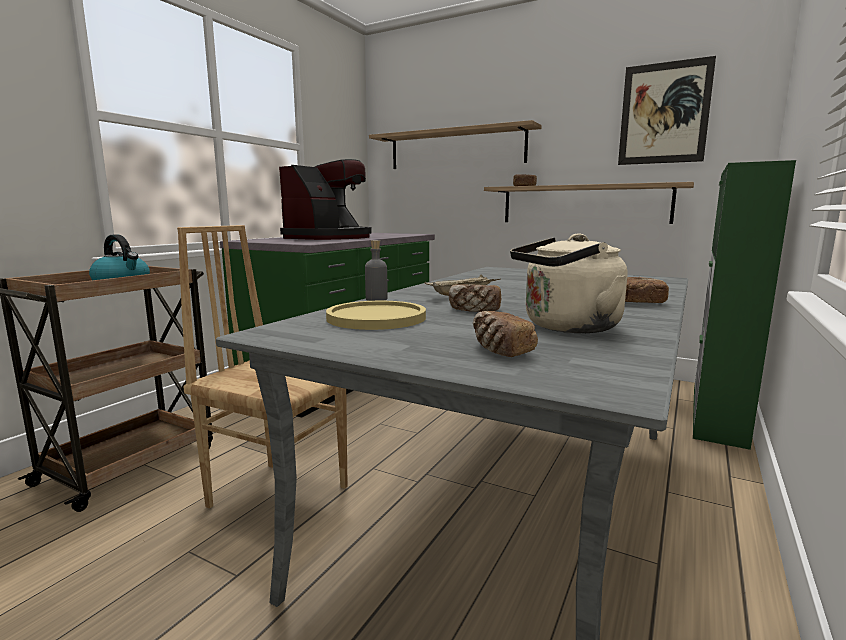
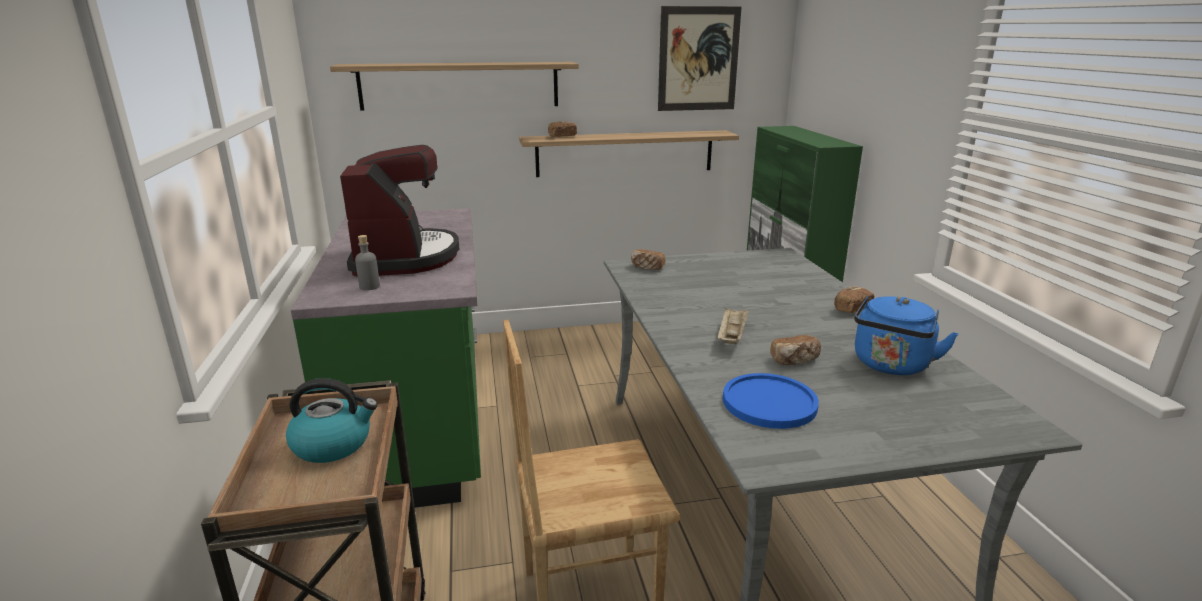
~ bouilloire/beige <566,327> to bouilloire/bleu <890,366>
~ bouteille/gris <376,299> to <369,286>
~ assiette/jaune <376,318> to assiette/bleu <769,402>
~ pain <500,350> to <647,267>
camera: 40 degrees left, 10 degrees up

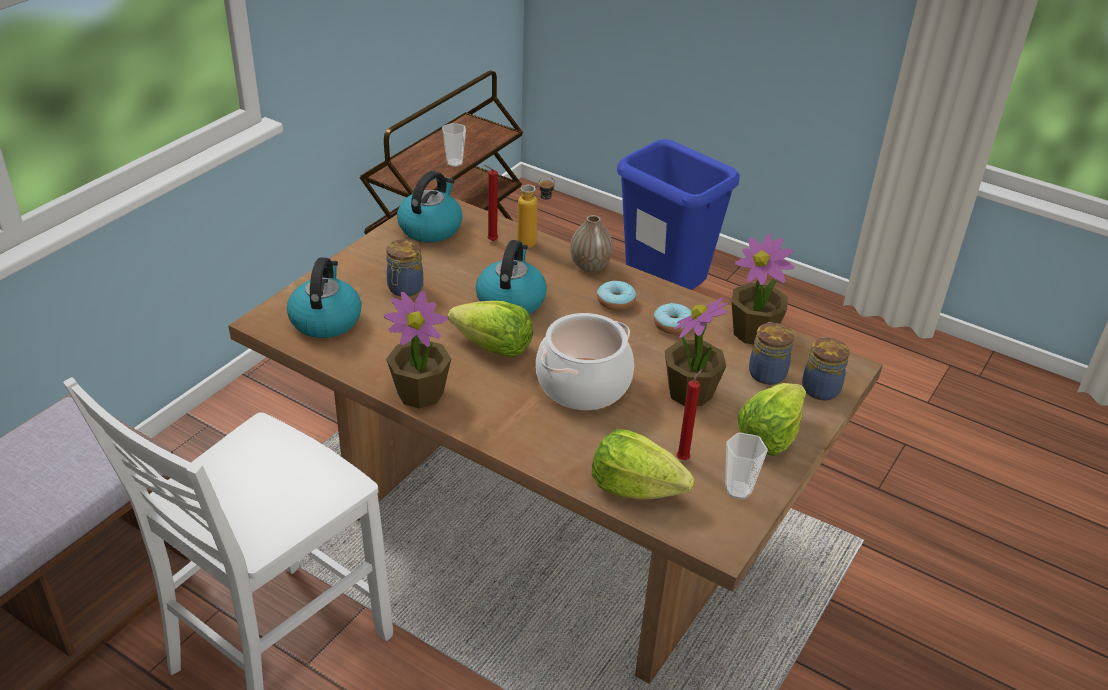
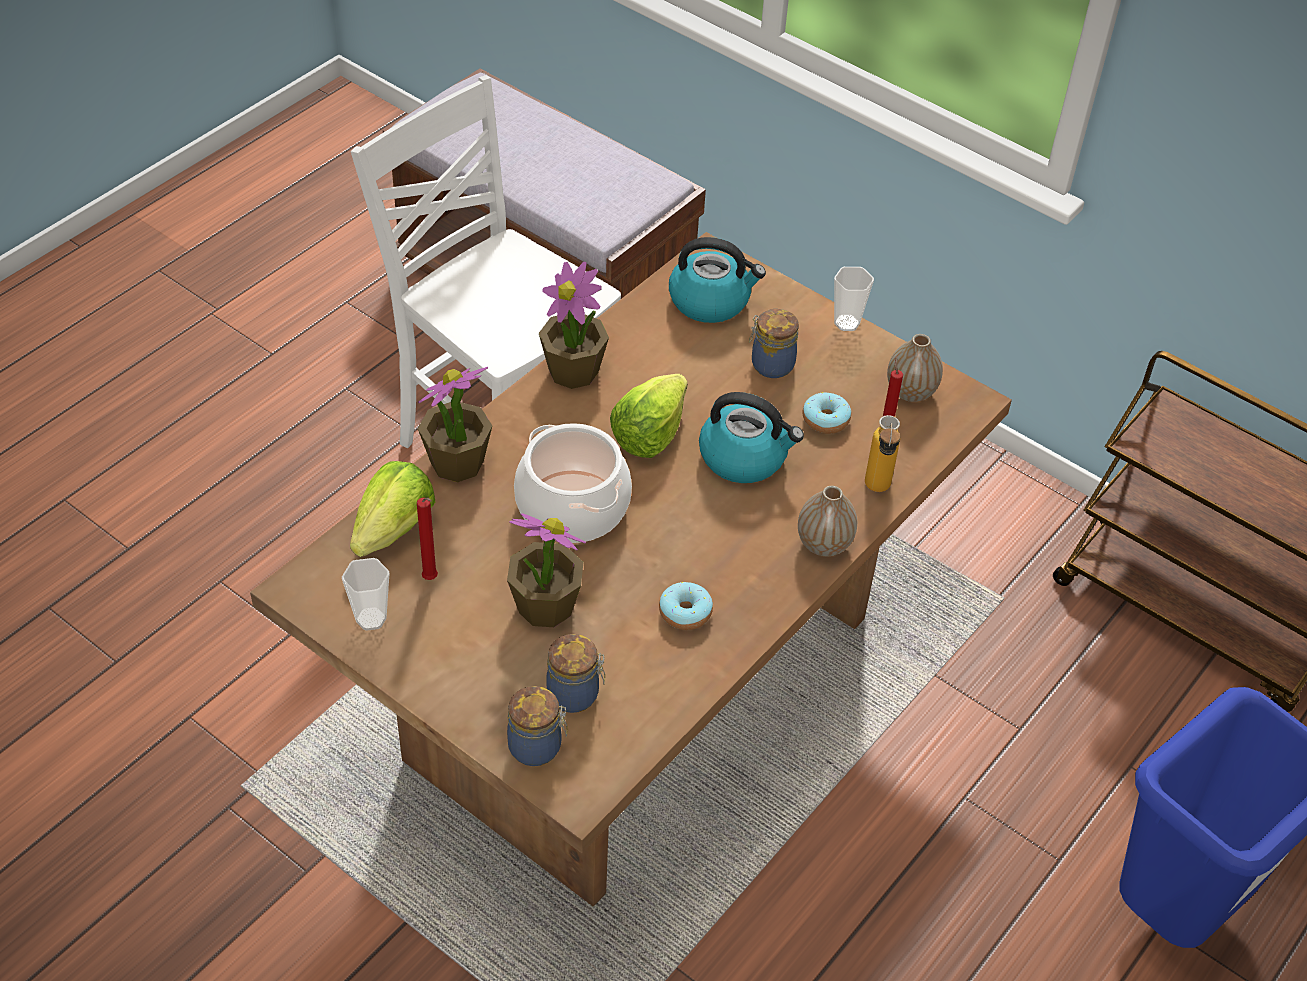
~ tasse <454,163> to <846,323>
~ bouilloire <430,228> to vase <910,392>
~ plante en pot <754,332> to <457,463>
~ beignet <615,302> to <825,420>
- laitue <769,436>
camera: 95 degrees right, 10 degrees up

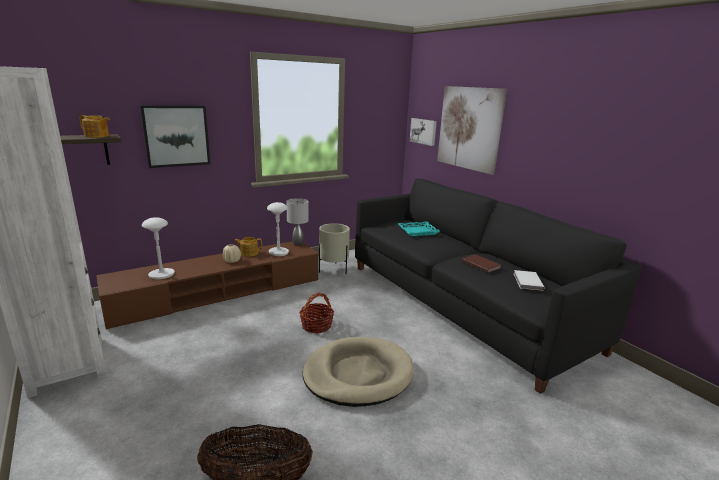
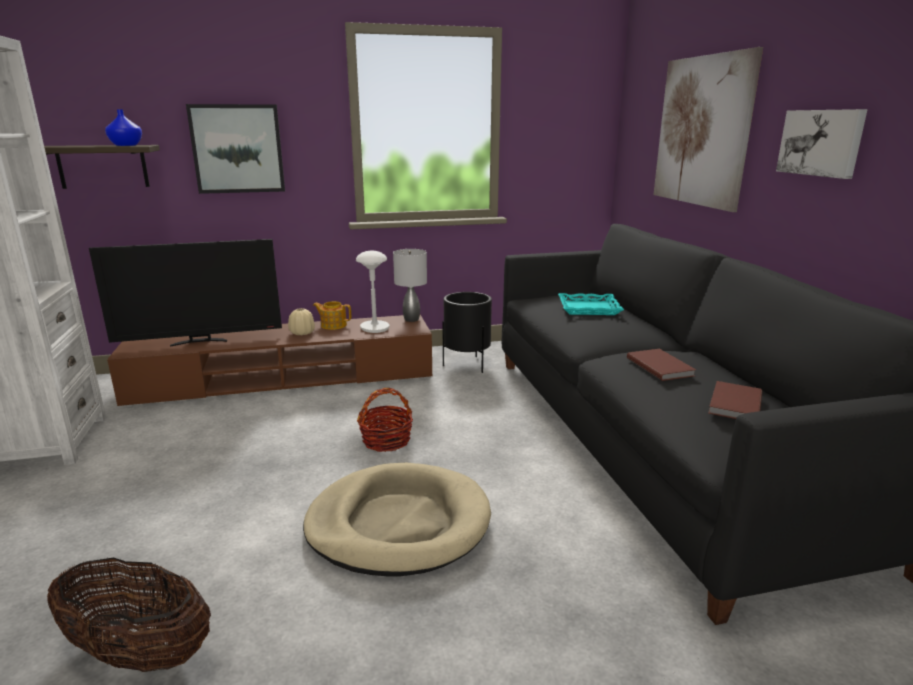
~ théière <97,136> to vase/bleu <125,145>
~ tableau <423,131> to <821,142>
~ lampe de table/blanc <161,274> to téléviseur <200,341>
~ cache-pot/beige <333,270> to cache-pot/noir <467,365>
~ livre/blanc <527,281> to livre/marron <733,404>
camera: 20 degrees right, 0 degrees up

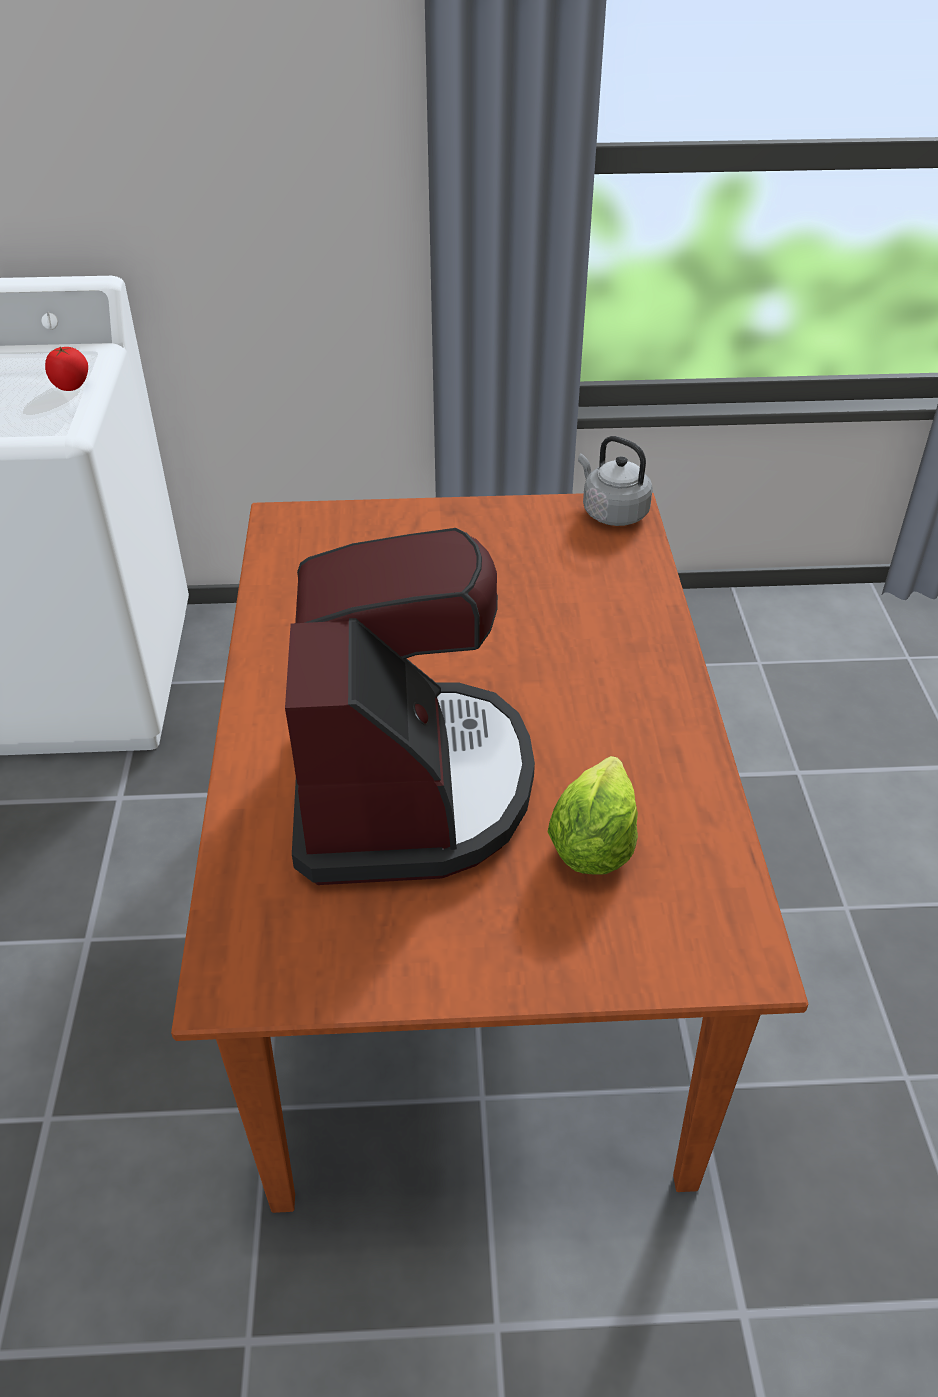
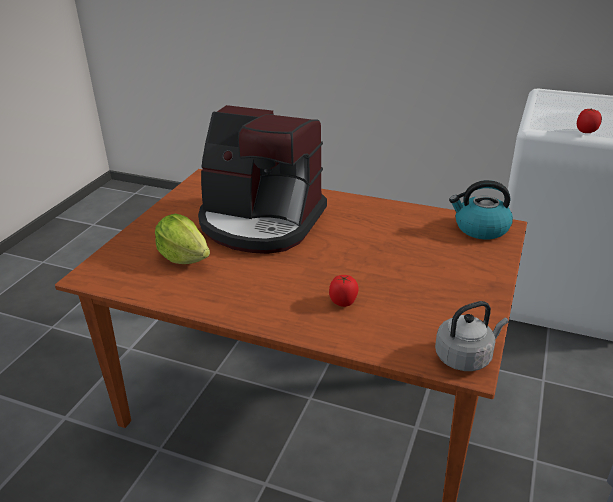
+ bouilloire <480,228>
+ tomate <343,302>
camera: 115 degrees right, 10 degrees down

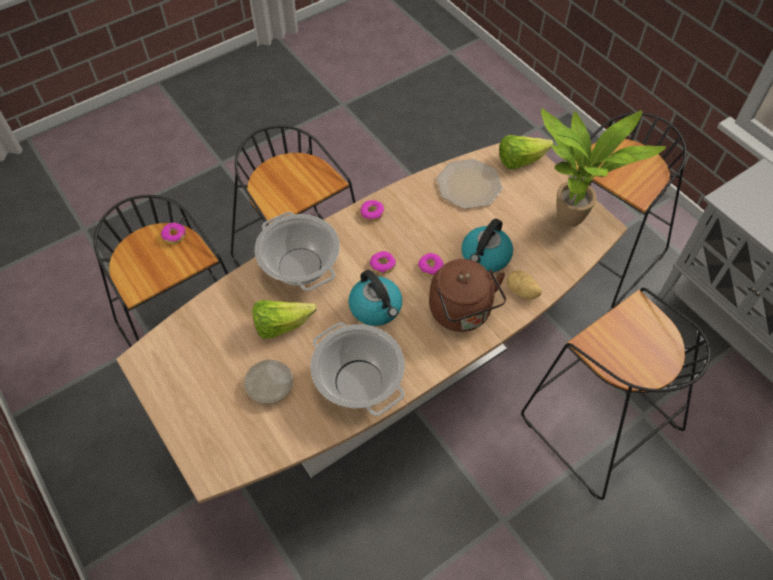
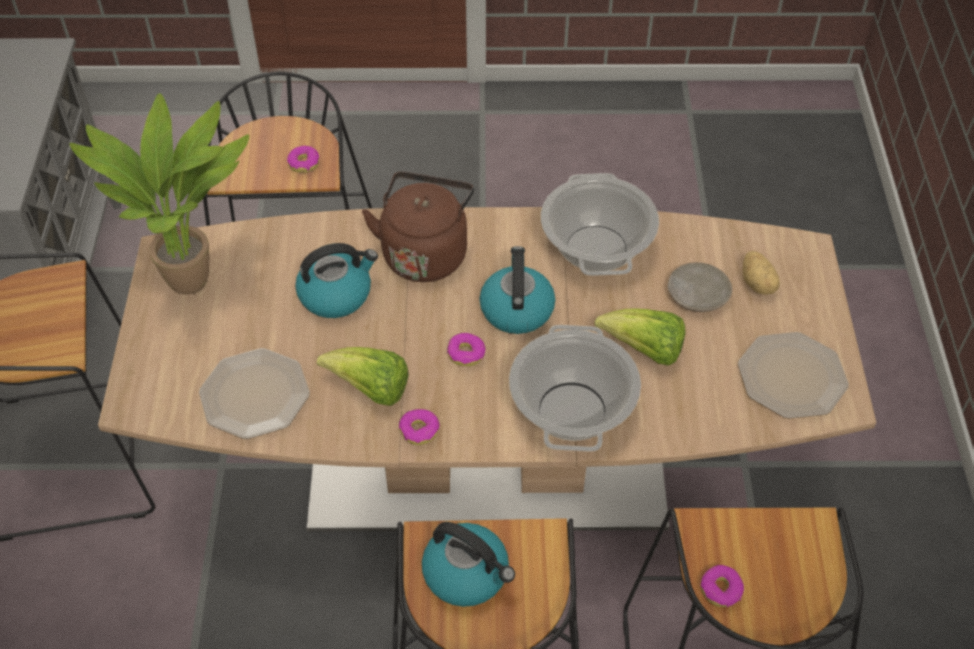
~ laitue <520,161> to <370,389>
~ beignet <430,267> to <304,163>
~ pomme de terre <522,292> to <758,283>
+ assiette <791,377>
+ bouilloire <467,574>
camera: 145 degrees left, 5 degrees down

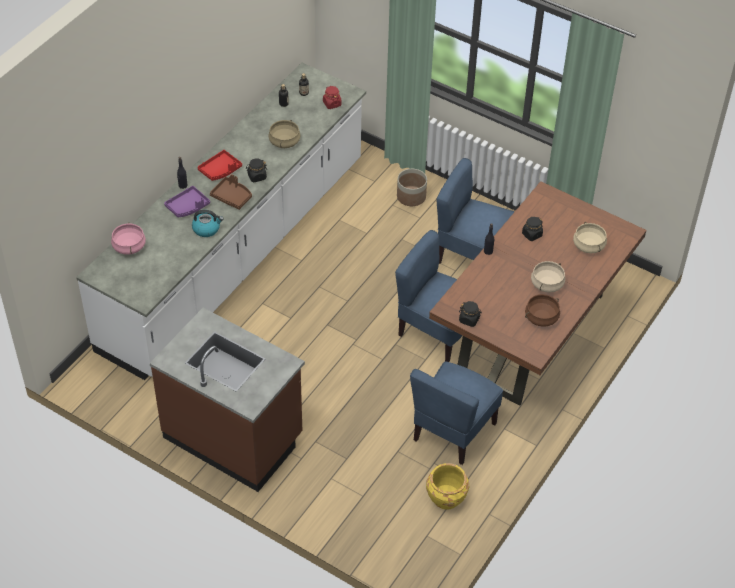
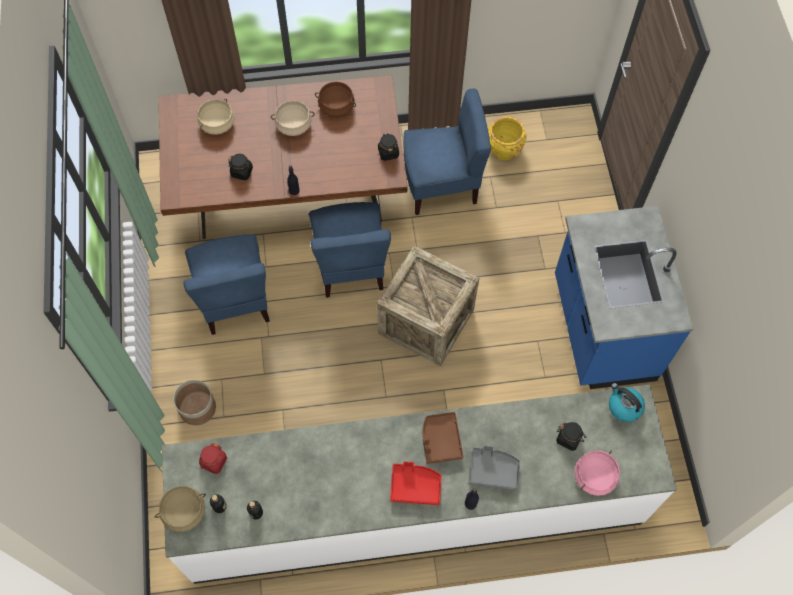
~ marmite/beige <284,142> to <184,511>
~ bocal/noir <257,176> to <569,438>
~ plateau/violet <188,207> to plateau/gris <493,470>
~ bouilloire <207,229> to <624,406>
~ comptoir de cuisine/marron <234,436> to comptoir de cuisine/bleu <601,329>
+ caisse <426,321>
camera: 130 degrees left, 15 degrees up

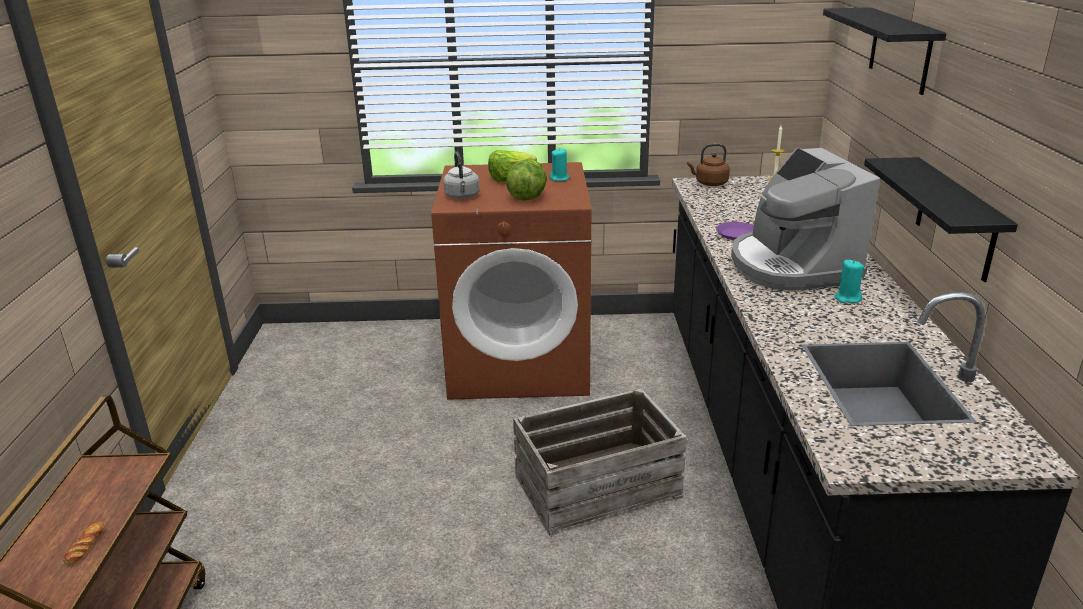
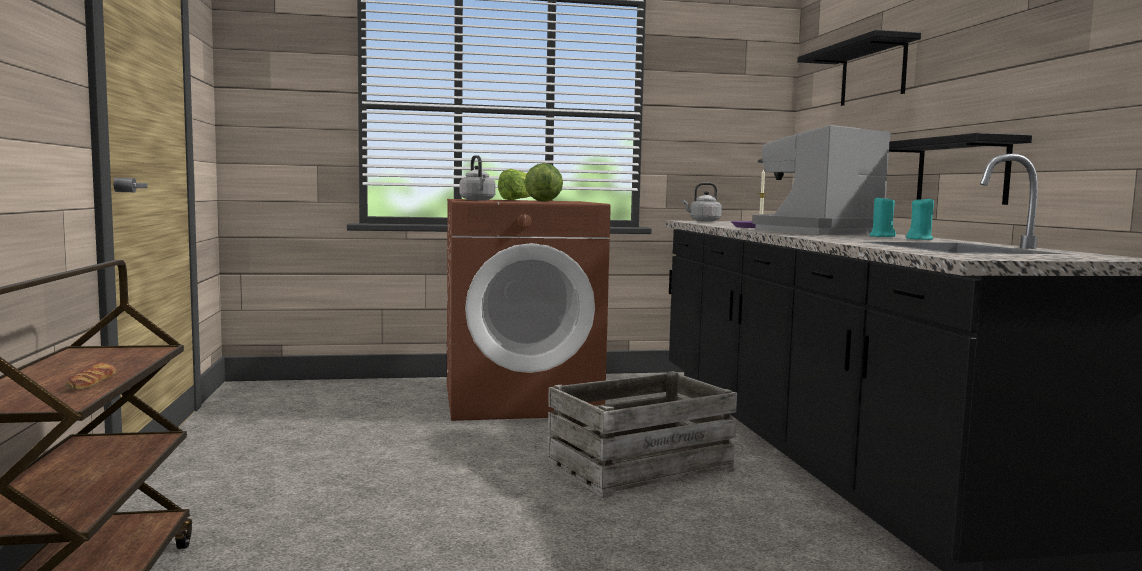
~ bouilloire/marron <709,183> to bouilloire/gris <703,221>
~ bougie/turquoise <559,178> to <920,239>
~ machine à café <791,266> = <815,232> 75 degrees clockwise
camera: 10 degrees left, 20 degrees down

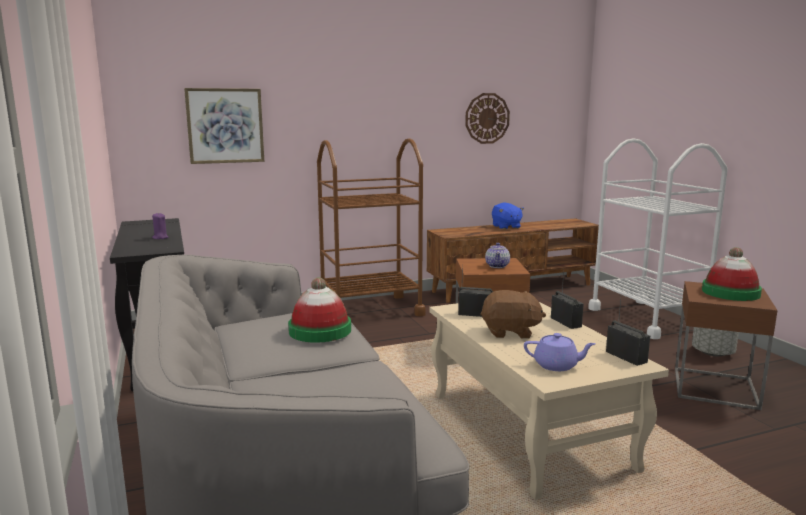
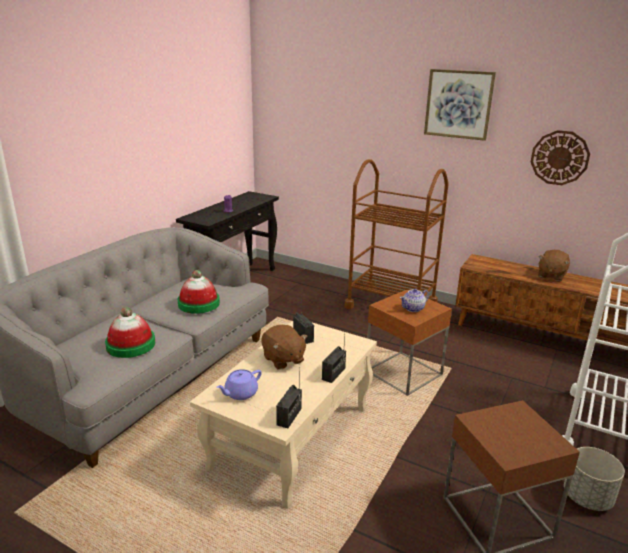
~ tableau <225,126> to <458,104>
~ peluche/bleu <506,227> to peluche/marron <551,275>
~ chapeau <730,292> to <131,345>
~ théière/violet <557,365> = <240,393> 75 degrees clockwise
camera: 50 degrees right, 10 degrees up

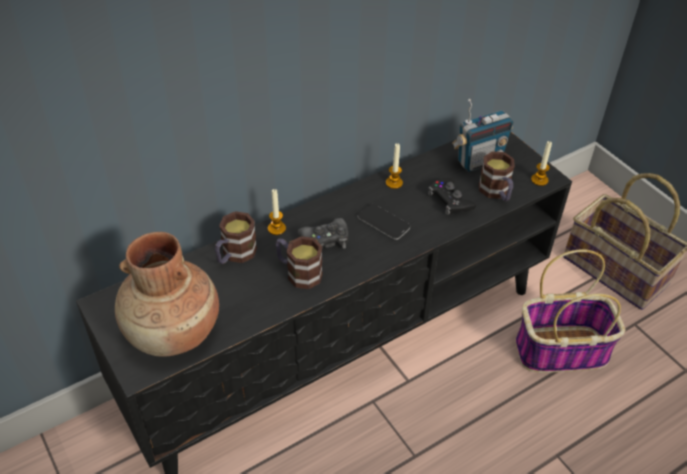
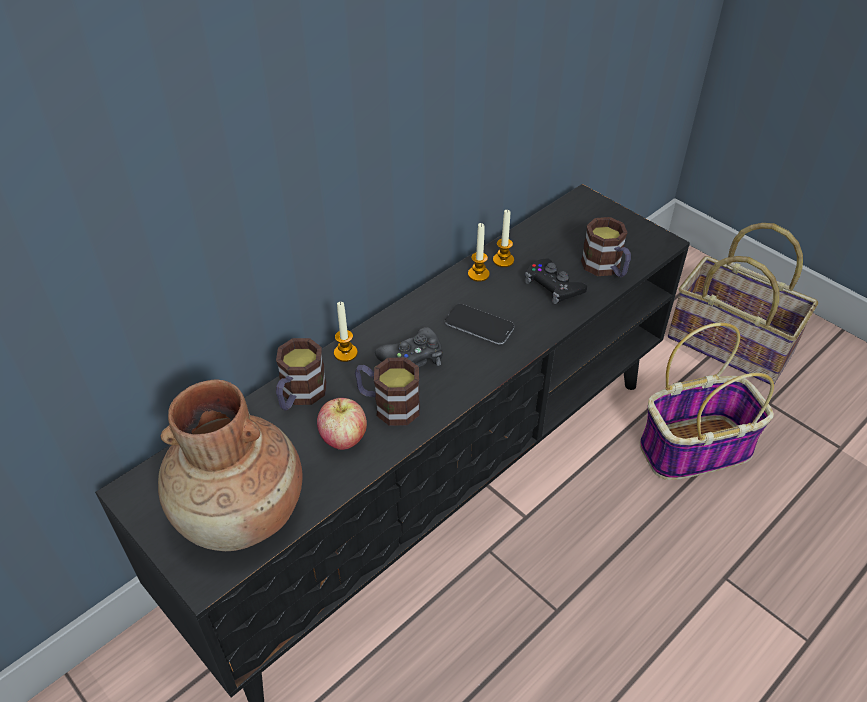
- radio <479,161>
~ bougie <539,180> to <503,260>
+ pomme <343,438>
camera: 10 degrees left, 0 degrees up

